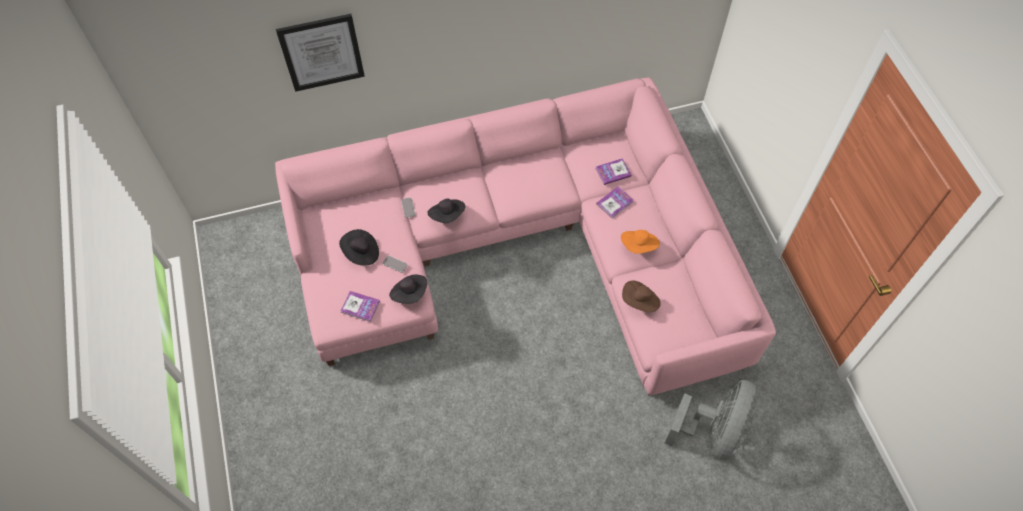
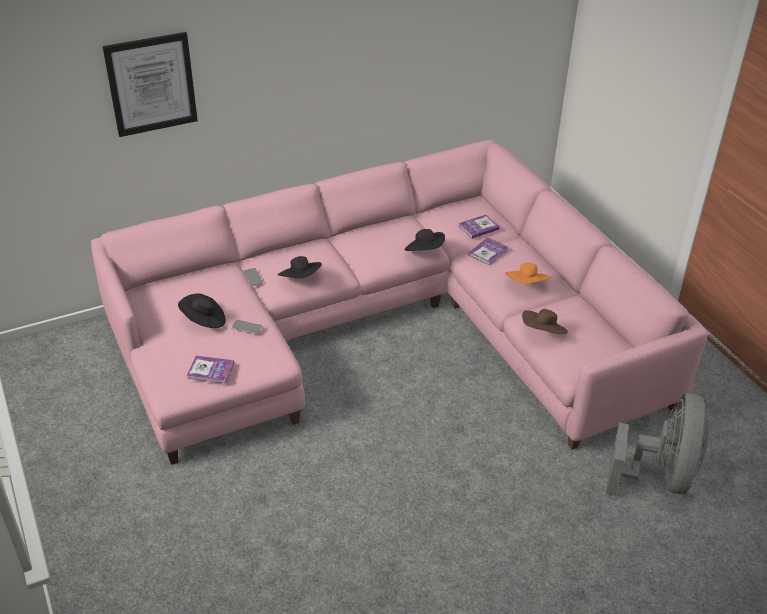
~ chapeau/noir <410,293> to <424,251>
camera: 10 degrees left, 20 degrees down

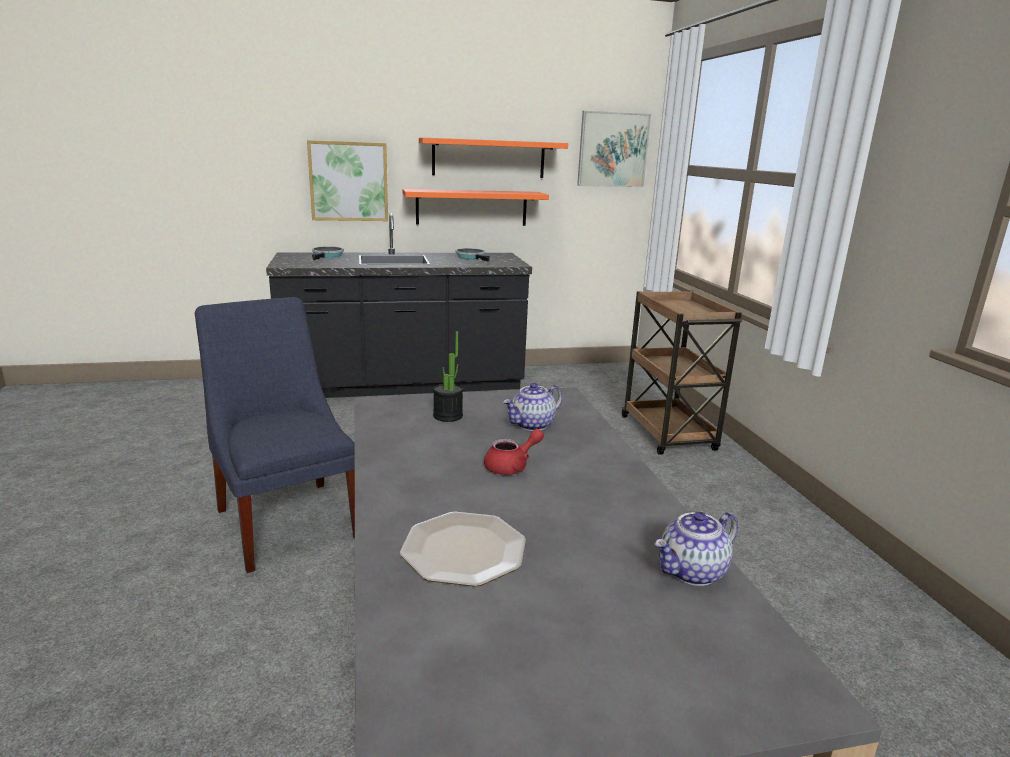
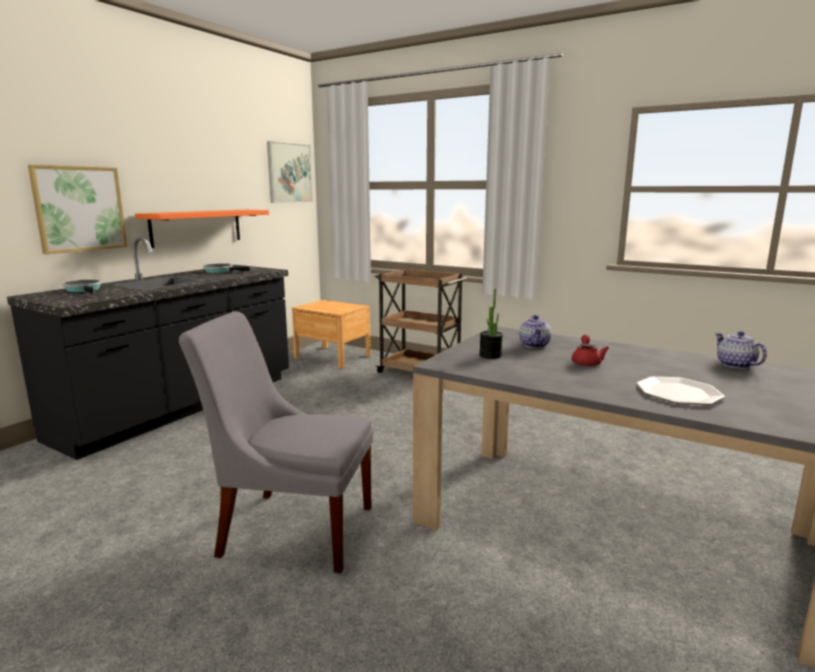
- étagère/orange <488,158>
~ chaise/bleu <287,519> to chaise/gris <291,528>
~ théière <692,572> = <735,365> 150 degrees clockwise
+ table de chevet/marron <332,357>
camera: 45 degrees left, 5 degrees down

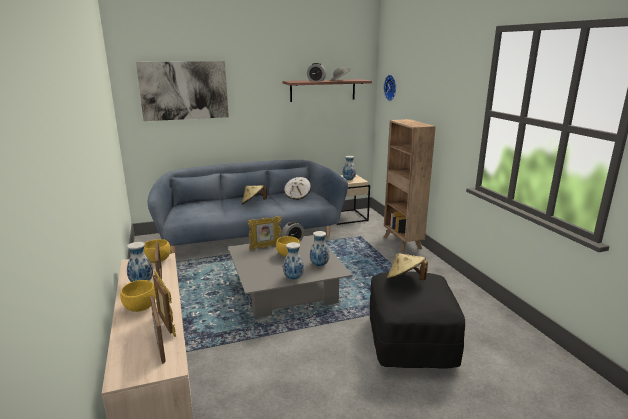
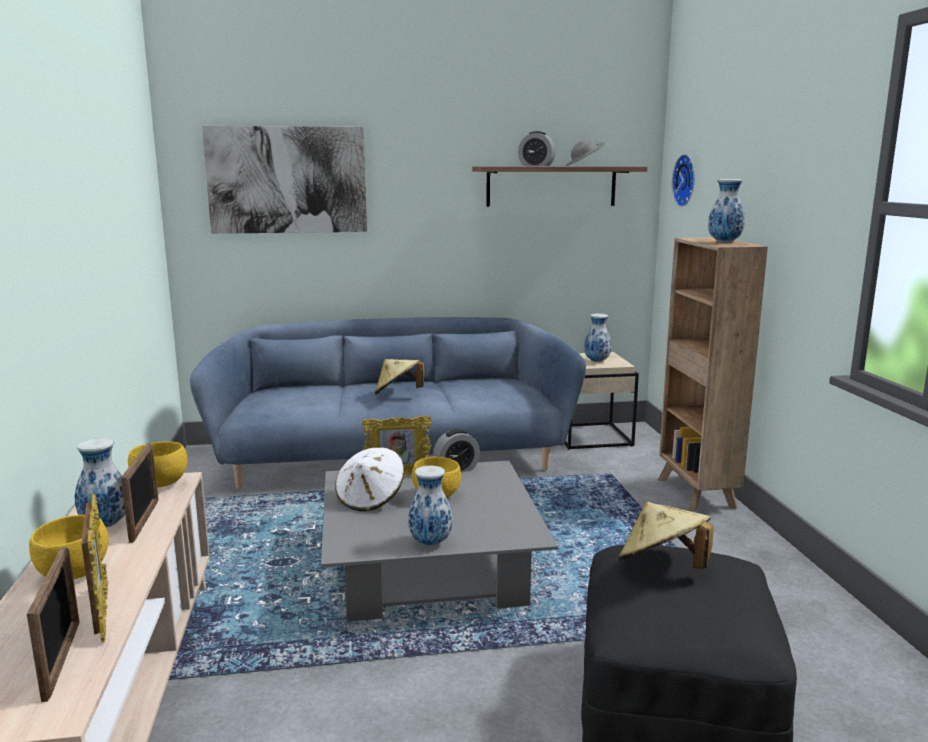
~ chapeau/blanc <297,196> to <370,499>
~ vase <319,265> to <724,242>
camera: 10 degrees right, 5 degrees down

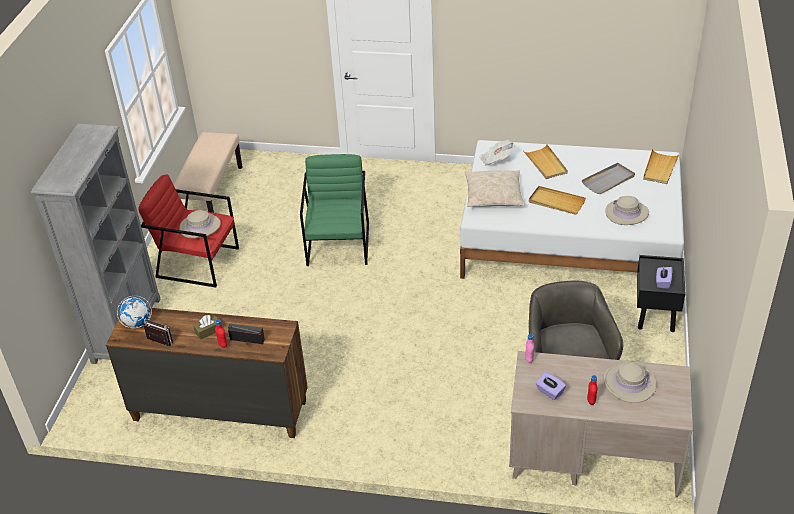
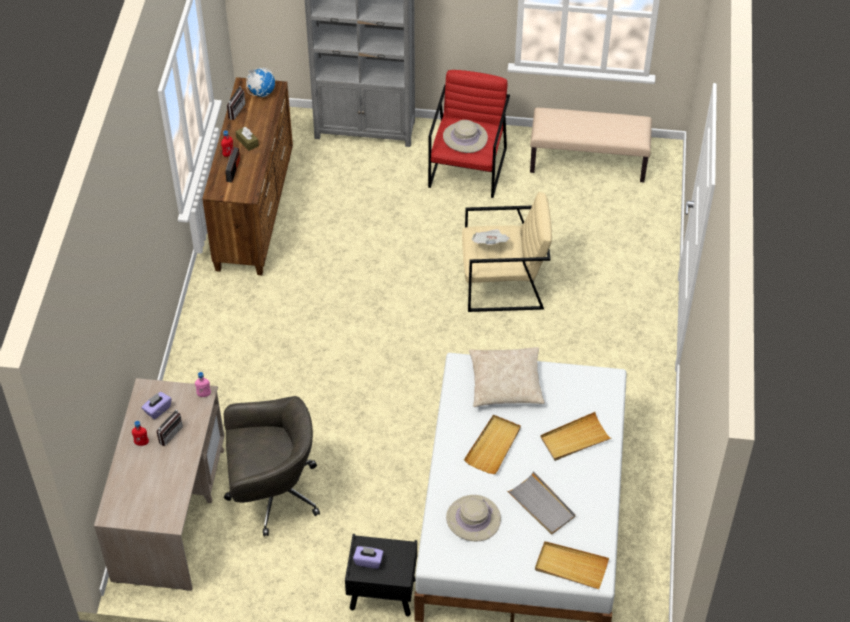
~ journal <496,160> to <490,244>
~ fauteuil/vert <339,244> to fauteuil/beige <503,284>
- chapeau/beige <629,383>
+ radio <168,433>
camera: 85 degrees right, 10 degrees up

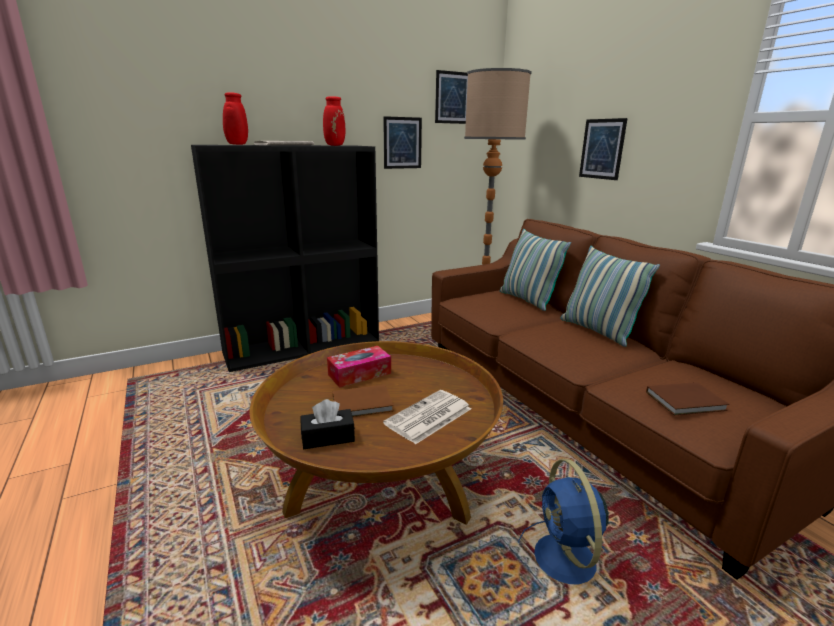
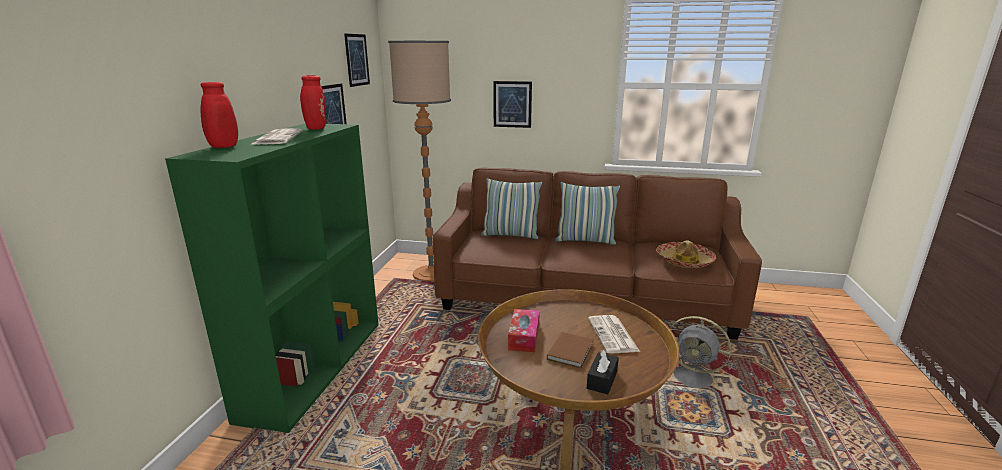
~ bibliothèque/noir <303,347> to bibliothèque/vert <314,367>
~ livre/marron <687,401> to chapeau <684,261>
~ ventilateur/bleu <566,562> to ventilateur/gris <694,378>
camera: 50 degrees left, 0 degrees up

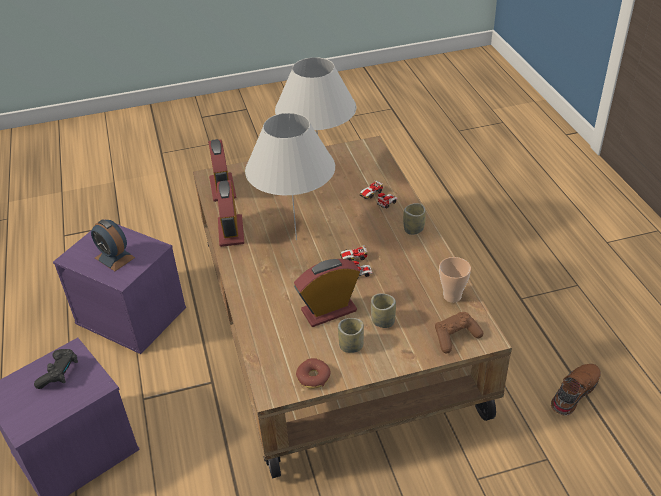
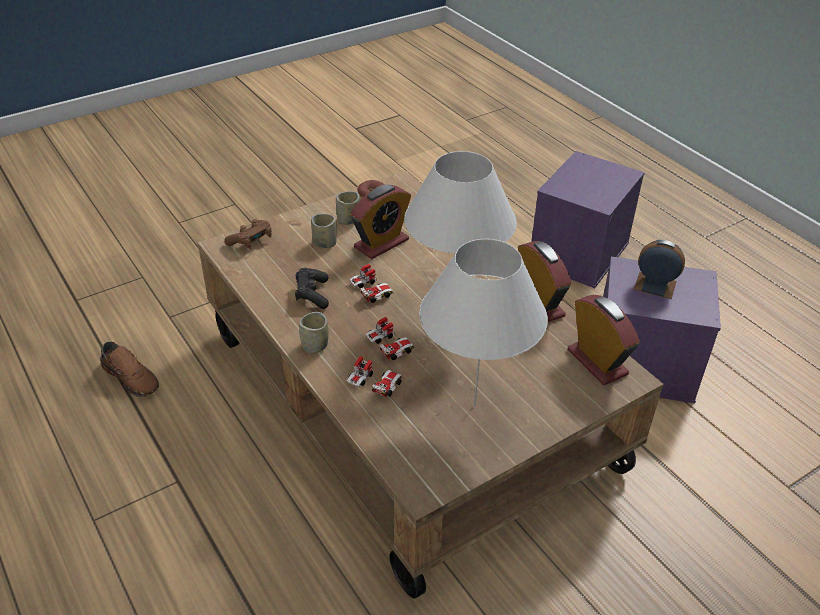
- tasse <452,296>
~ manette/noir <59,373> to <312,294>
~ chaussure/marron <573,392> = <132,377> 75 degrees counterclockwise
+ petite voiture <389,345>
camera: 160 degrees right, 0 degrees up

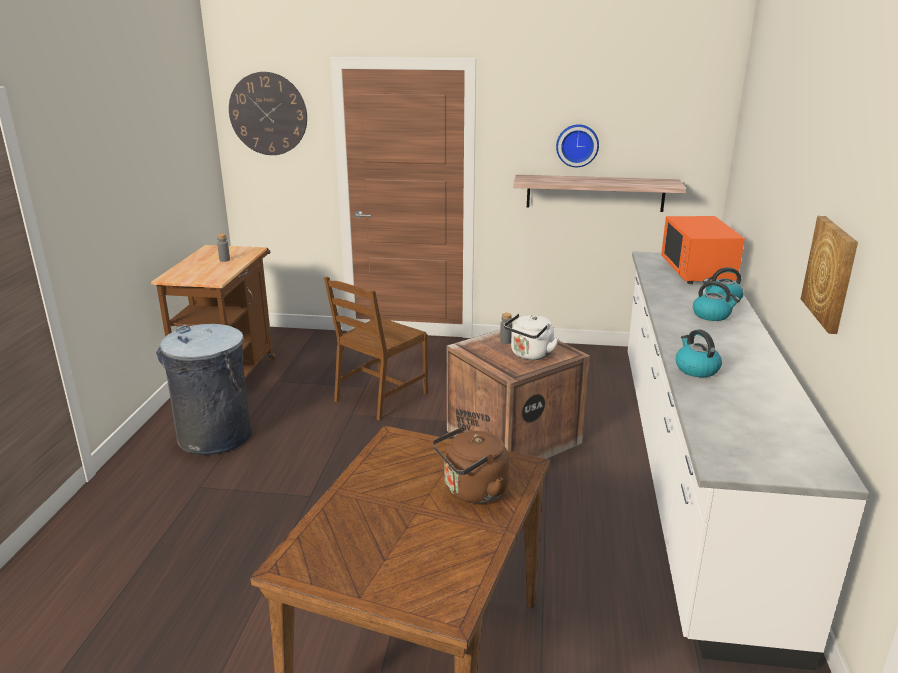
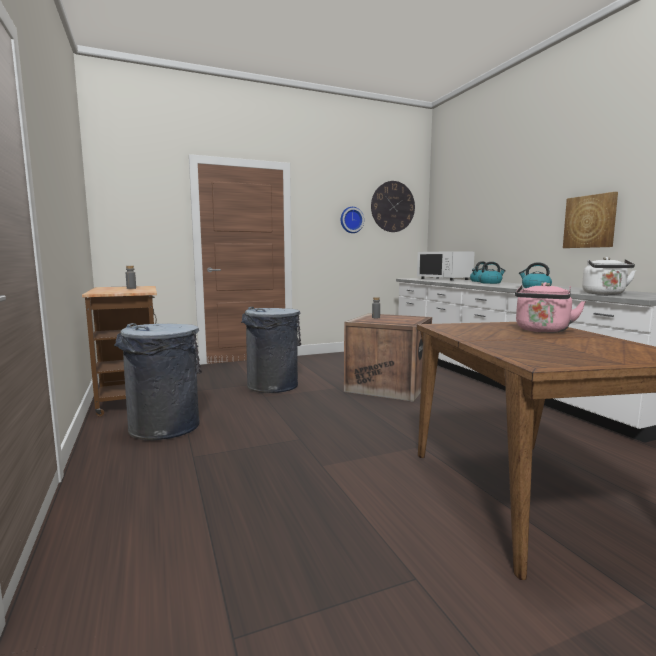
~ horloge murale <268,114> to <392,206>
- étagère <595,193>
~ micro-ondes/orange <697,271> to micro-ondes/blanc <444,279>
~ chaise/marron <380,397> to poubelle/gris <273,386>
~ bouilloire/blanc <530,355> to <604,294>
~ bouilloire/marron <472,491> to bouilloire/rose <542,331>
camera: 30 degrees left, 15 degrees down

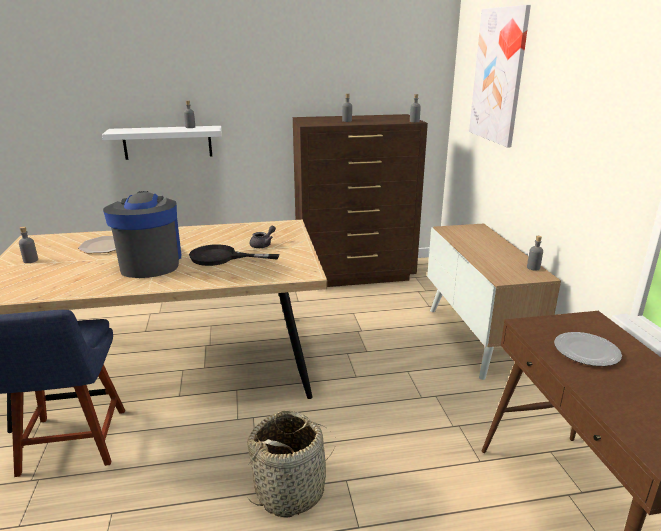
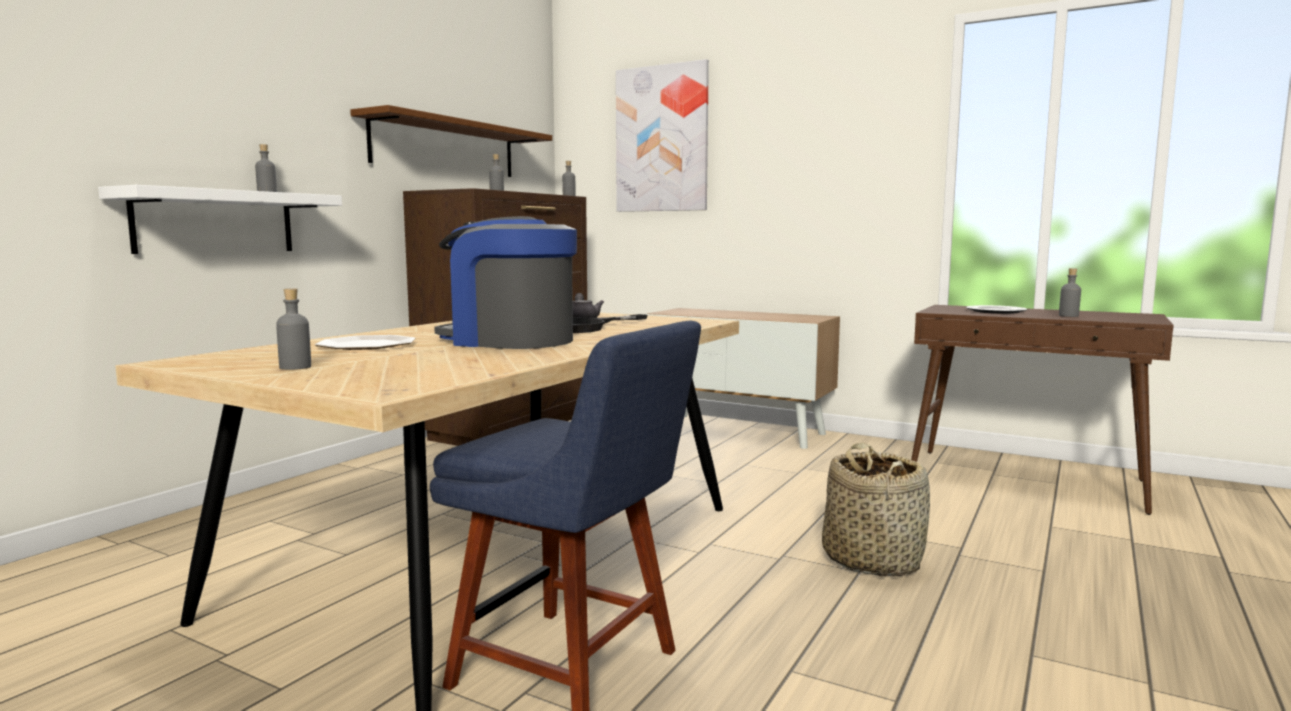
~ bouteille/gris <533,268> to <1068,316>
+ étagère/marron <446,148>
camera: 50 degrees left, 15 degrees down

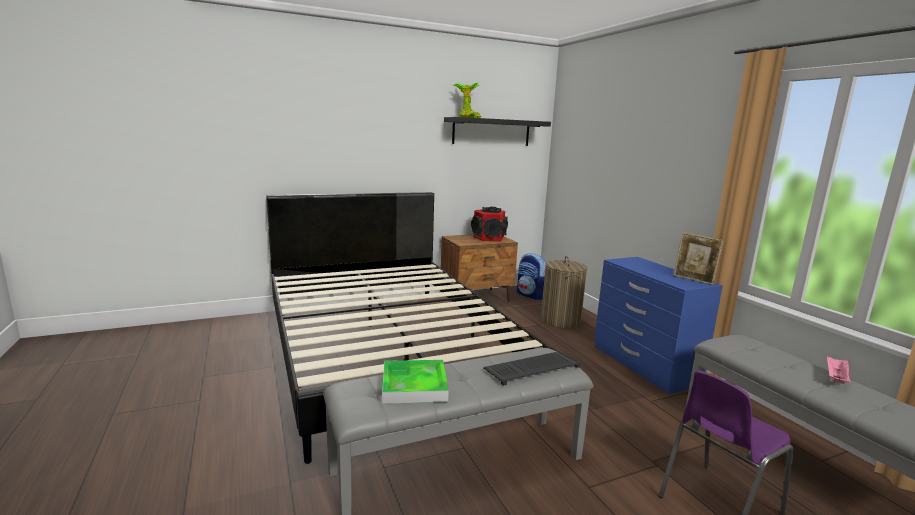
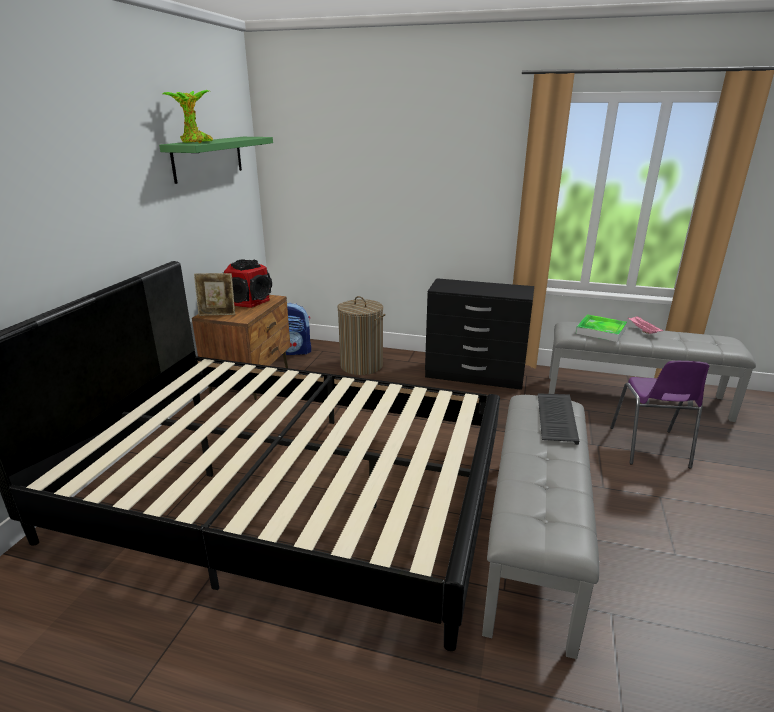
~ étagère/noir <491,132> to étagère/vert <208,158>
~ cadre photo <693,280> to <217,314>
~ commode/bleu <644,365> to commode/noir <475,375>
~ plateau <414,385> to <600,331>
camera: 50 degrees left, 10 degrees up

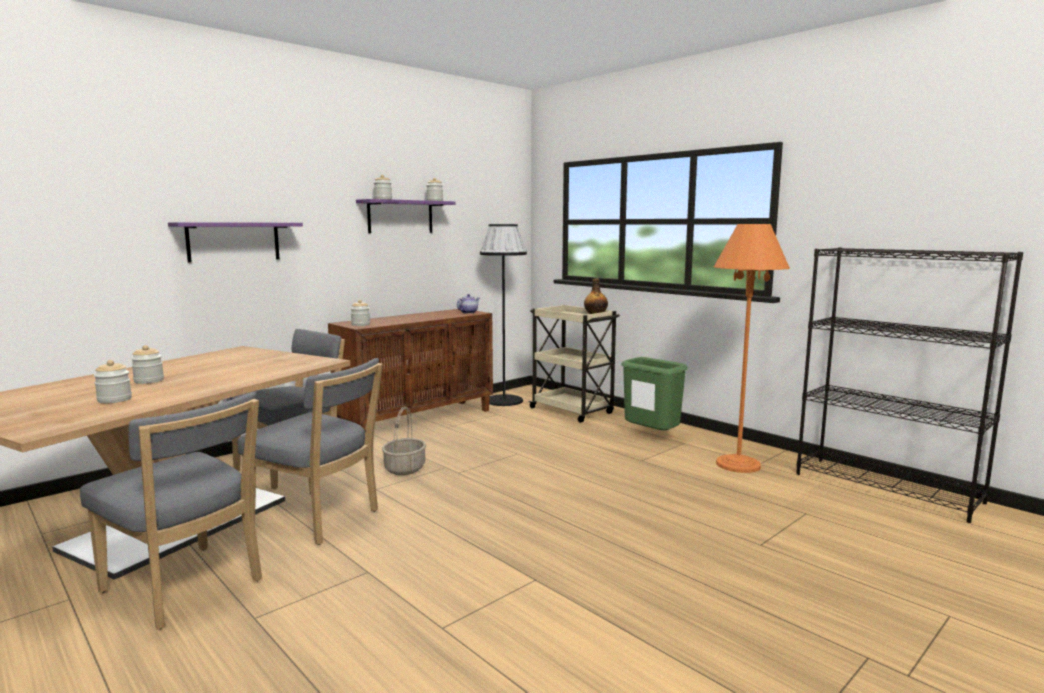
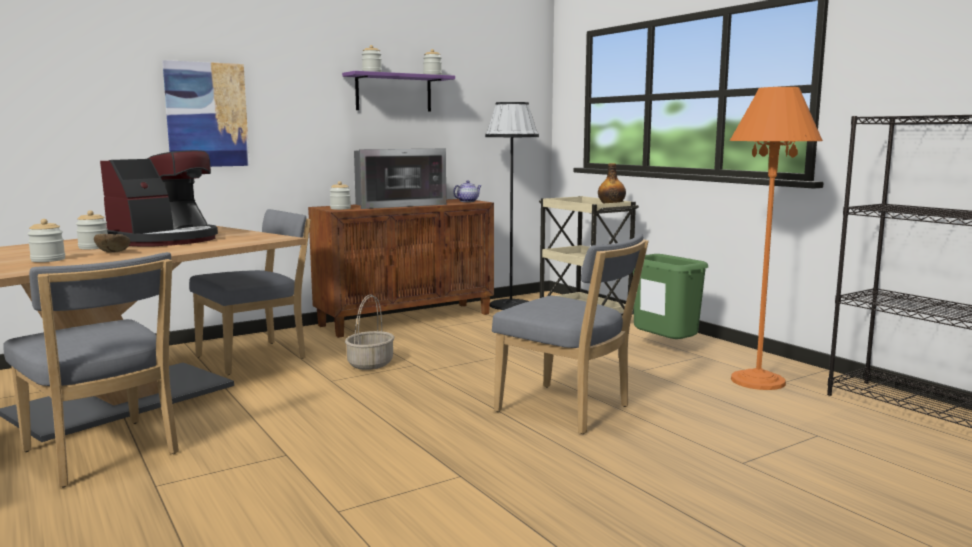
~ étagère/violet <233,241> to tableau <207,115>
~ chaise/gris <319,519> to <568,410>
+ micro-ondes <396,204>
+ machine à café <165,240>
+ bol/marron <114,253>
camera: 10 degrees right, 0 degrees up

